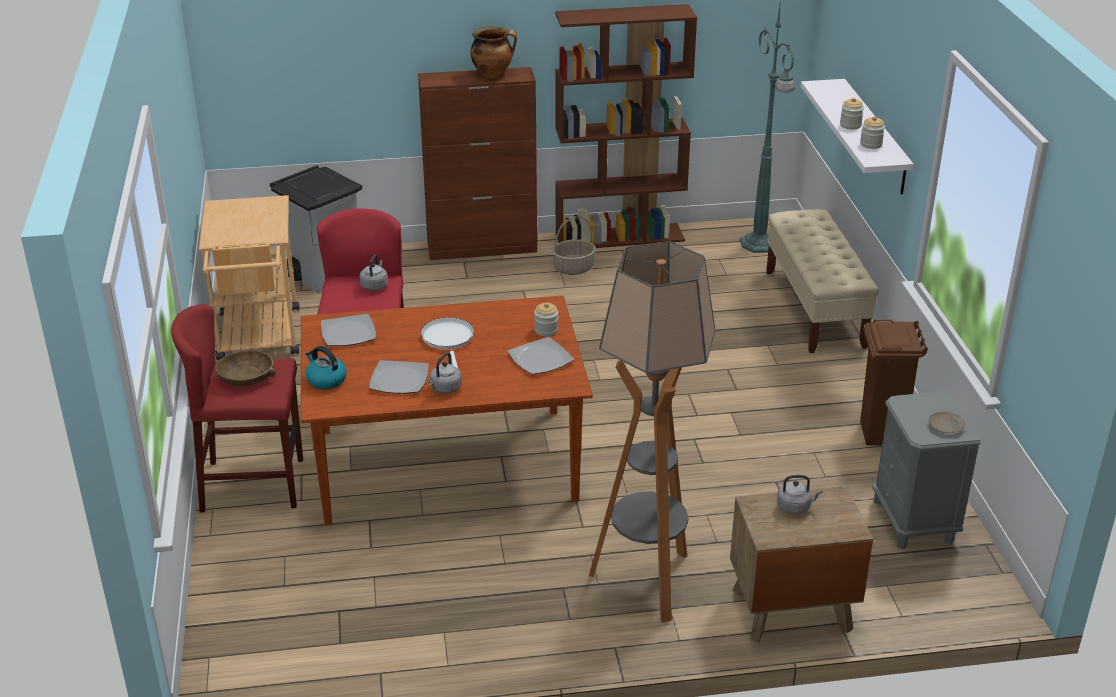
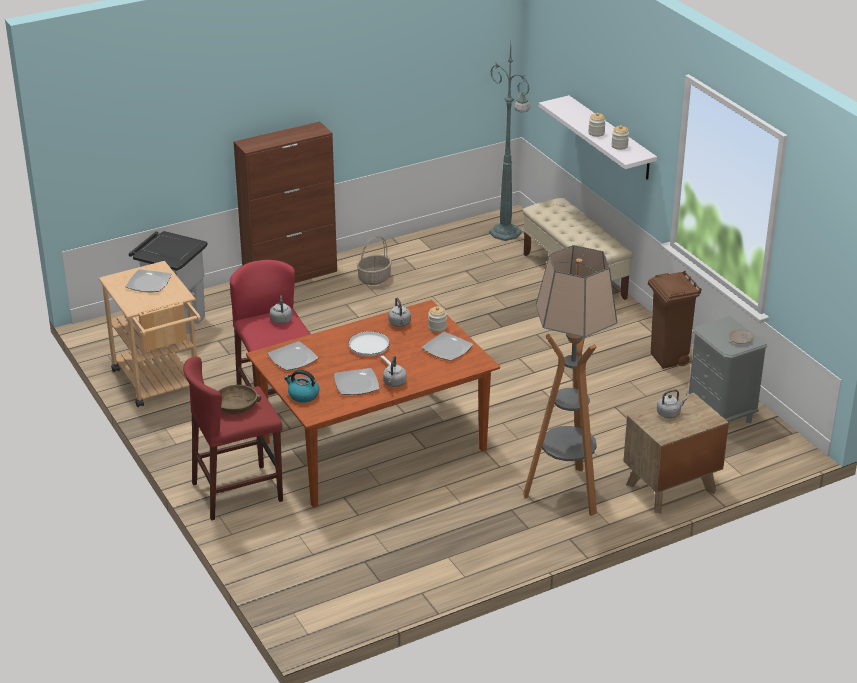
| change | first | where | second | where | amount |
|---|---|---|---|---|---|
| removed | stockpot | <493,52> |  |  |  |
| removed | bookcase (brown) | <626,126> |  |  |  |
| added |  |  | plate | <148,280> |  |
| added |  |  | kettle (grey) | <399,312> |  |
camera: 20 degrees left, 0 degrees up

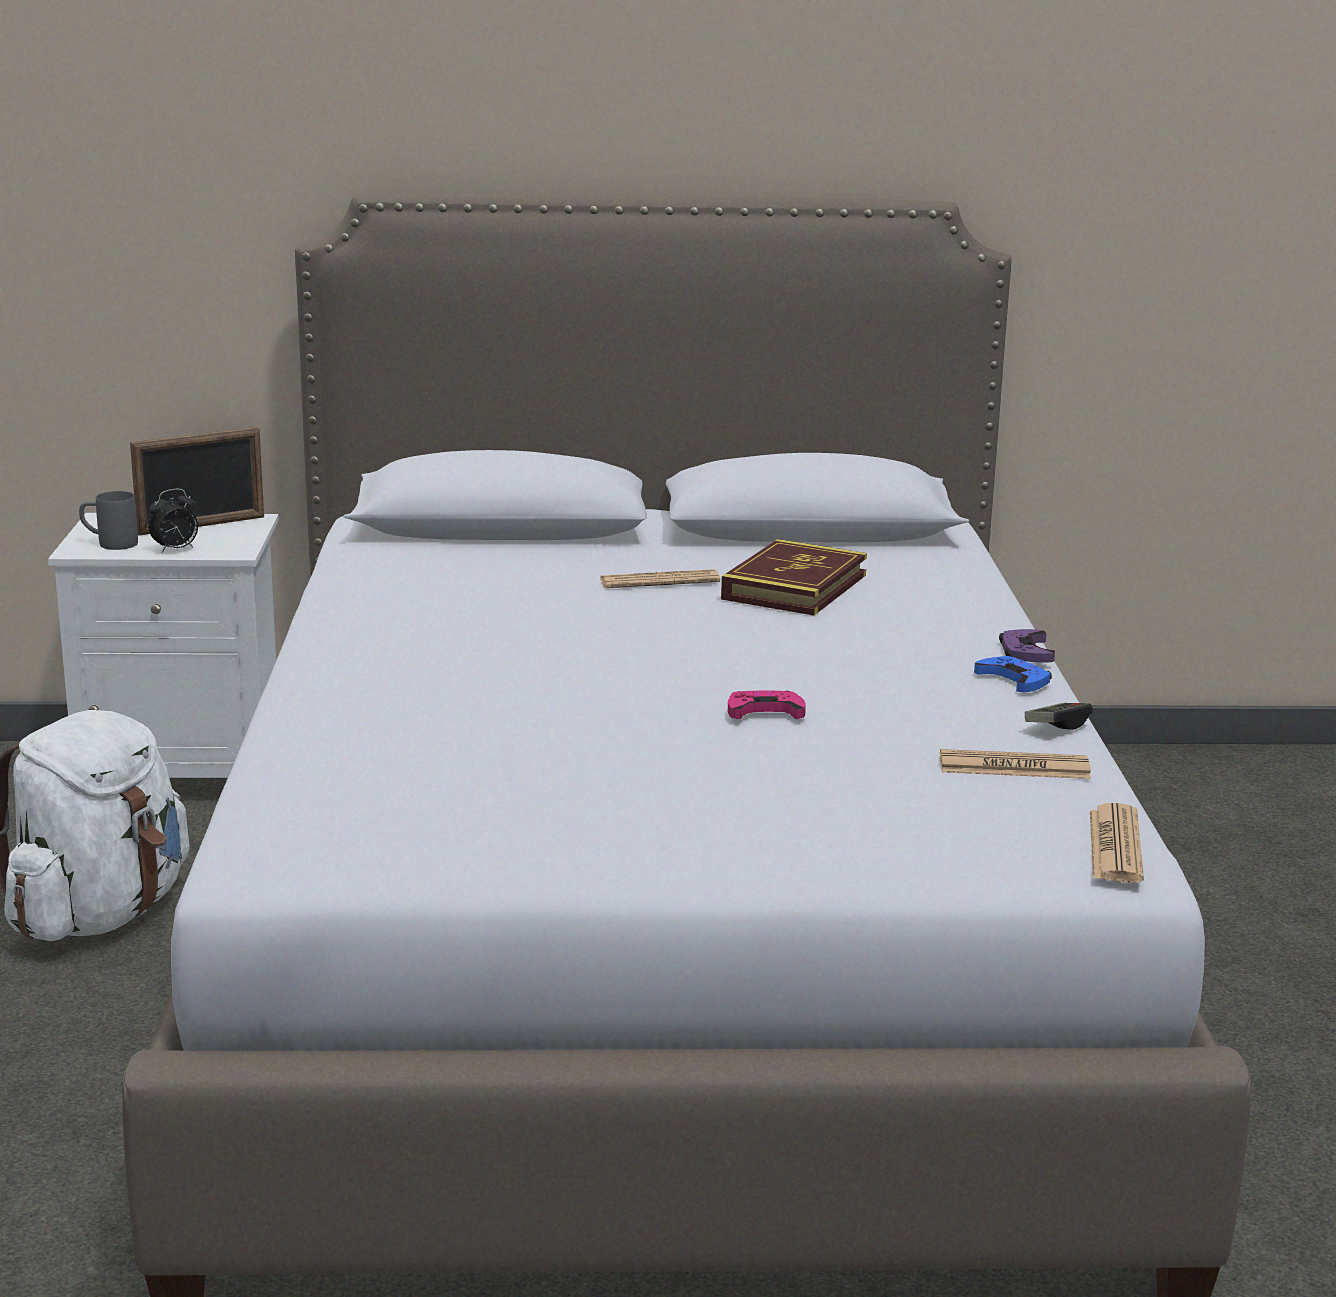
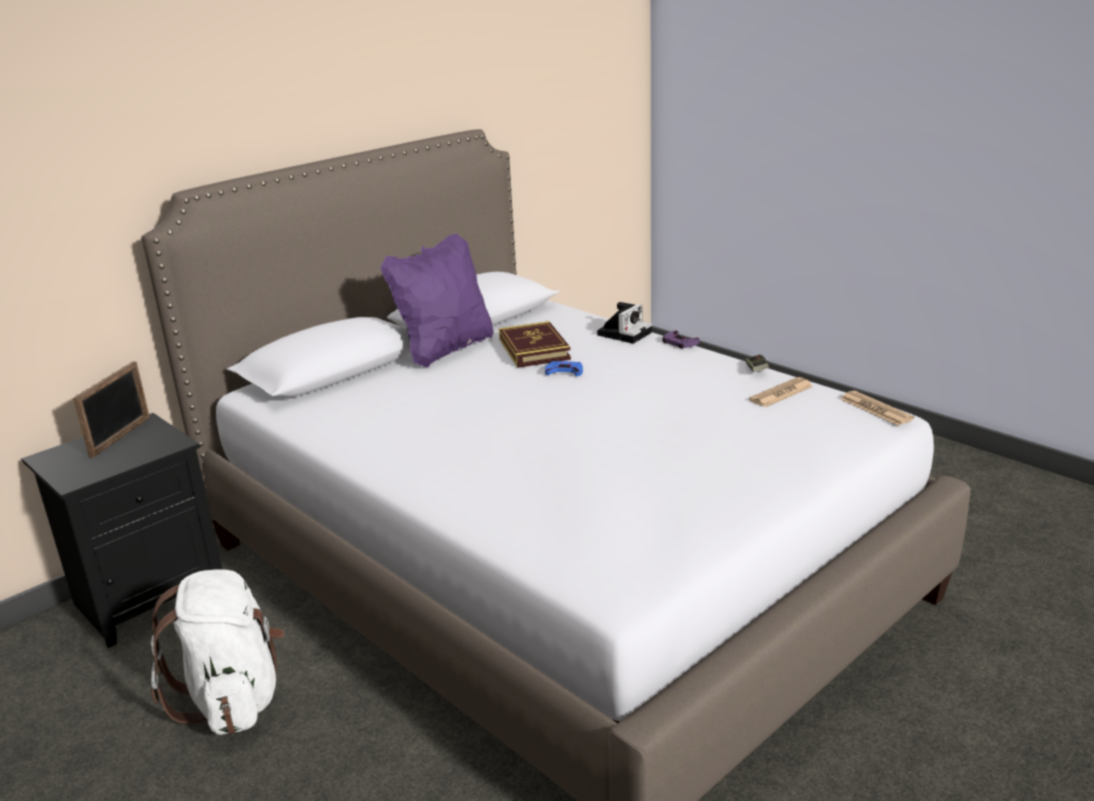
| change | first | where | second | where | amount |
|---|---|---|---|---|---|
| recoloured | bedside table (whitish) | <163,645> | bedside table (black) | <122,530> |  |
| removed | mug (grey) | <108,520> |  |  |  |
| removed | bedside clock | <173,521> |  |  |  |
| removed | daily paper | <660,578> |  |  |  |
| removed | gamepad (pinkish) | <767,704> |  |  |  |
| moved | gamepad (blue) | <1013,674> |  | <564,369> |  |
| added |  |  | throw pillow (purple-coloured) | <436,301> |  |
| added |  |  | photo camera | <624,323> |  |
camera: 40 degrees left, 5 degrees up

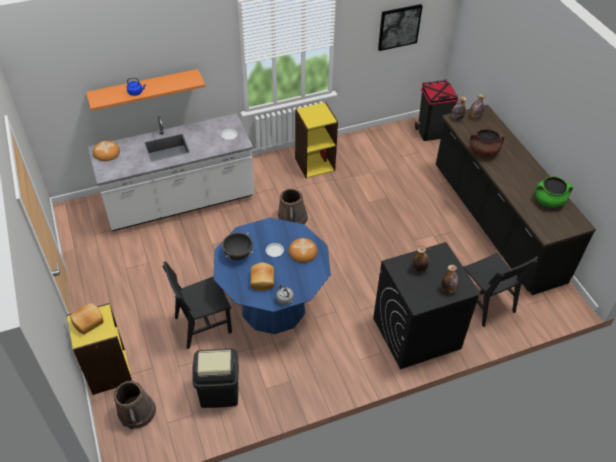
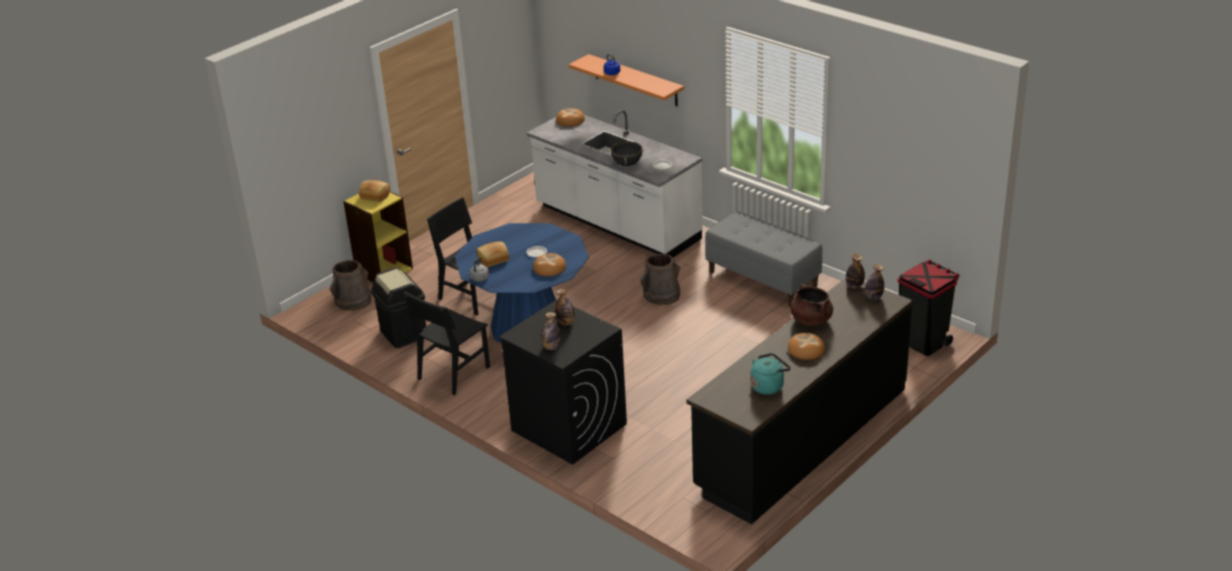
| change | first | where | second | where | amount |
|---|---|---|---|---|---|
| moved | stockpot (black) | <237,246> |  | <626,153> |  |
| replaced | bookcase (yellow) | <316,140> | bench (grey) | <763,258> |  |
| removed | picture | <400,27> |  |  |  |
| moved | upright chair (black) | <500,290> |  | <447,343> |  |
| replaced | stockpot (green-coloured) | <554,192> | kettle (turquoise-coloured) | <770,374> |  |
| added |  |  | bakery bread | <806,346> |  |
camera: 65 degrees right, 15 degrees down

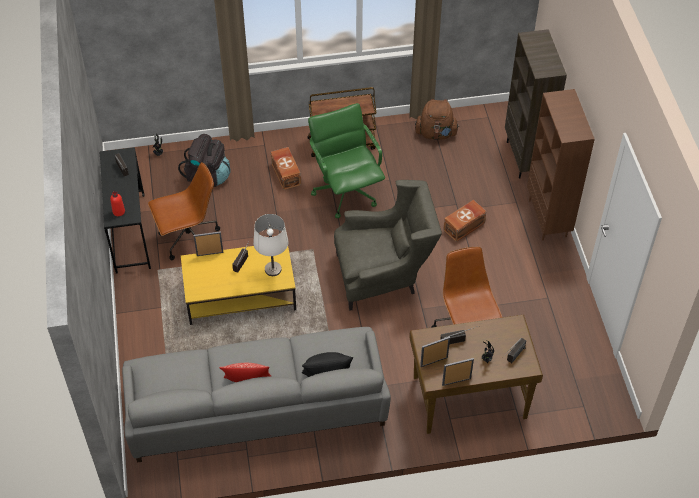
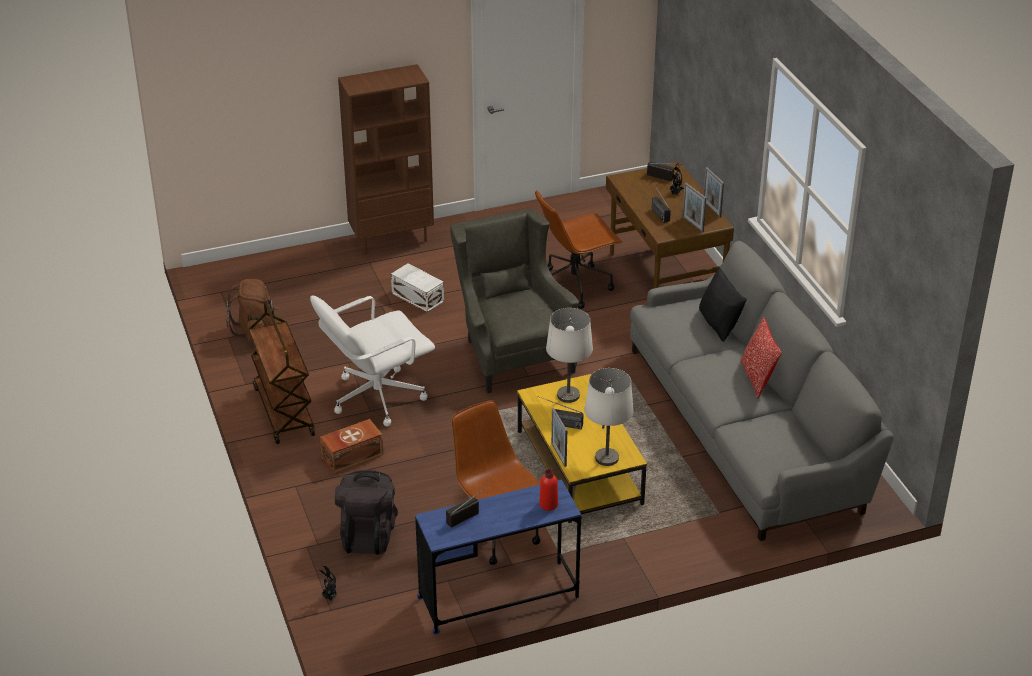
| change | first | where | second | where | amount |
|---|---|---|---|---|---|
| recoloured | desk (black) | <125,210> | desk (blue) | <498,557> |  |
| recoloured | computer chair (green-coloured) | <346,160> | computer chair (whitish) | <372,361> |  |
| recoloured | storage bin (brown) | <464,221> | storage bin (whitish) | <417,288> |  |
| removed | bookcase (brown) | <536,104> |  |  |  |
| added |  |  | lamp for a table (whitish) | <609,417> |  |
camera: 100 degrees left, 15 degrees down

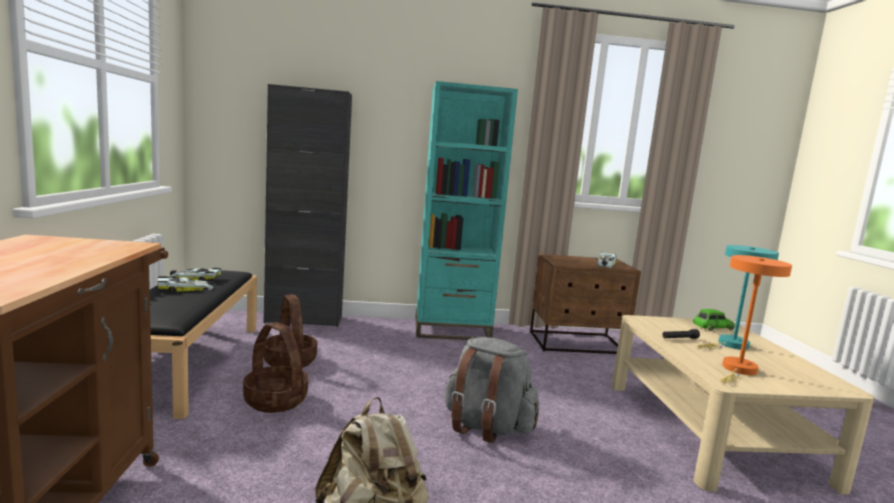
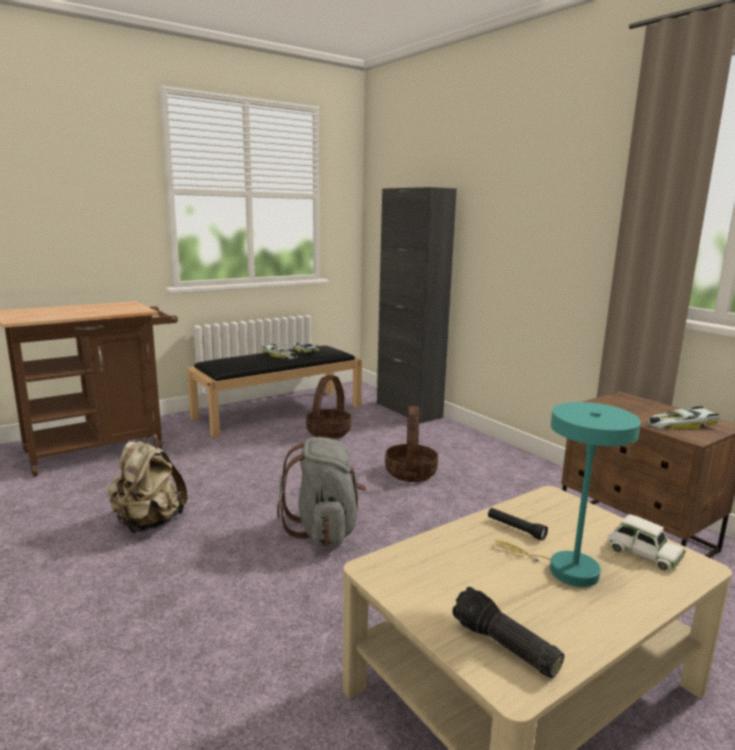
| change | first | where | second | where | amount |
|---|---|---|---|---|---|
| moved | basket | <275,367> |  | <411,444> |  |
| removed | bookcase (turquoise-coloured) | <466,210> |  |  |  |
| recoloured | model car (green-coloured) | <714,320> | model car (whitish) | <647,542> |  |
| removed | lamp for a table (orange-coloured) | <755,319> |  |  |  |
| added |  |  | hand torch | <508,632> |  |
camera: 60 degrees right, 5 degrees up

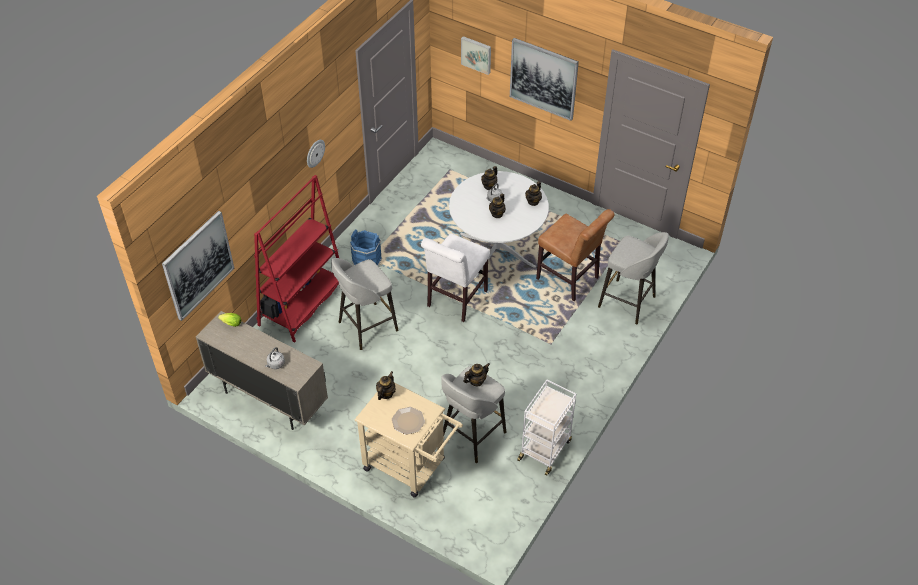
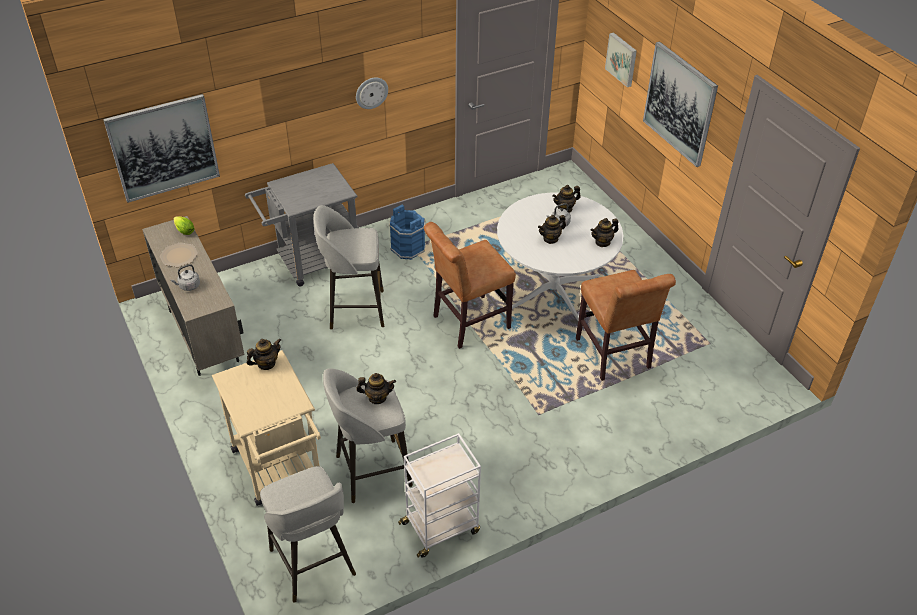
| change | first | where | second | where | amount |
|---|---|---|---|---|---|
| replaced | bookcase (red-coloured) | <296,258> | cart (grey) | <302,225> |  |
| moved | plate | <408,421> |  | <179,255> |  |
| recoloured | upright chair (whitish) | <455,277> | upright chair (brown) | <470,285> |  |
| moved | sitting stool (grey) | <633,278> |  | <308,534> |  |
camera: 30 degrees right, 5 degrees down

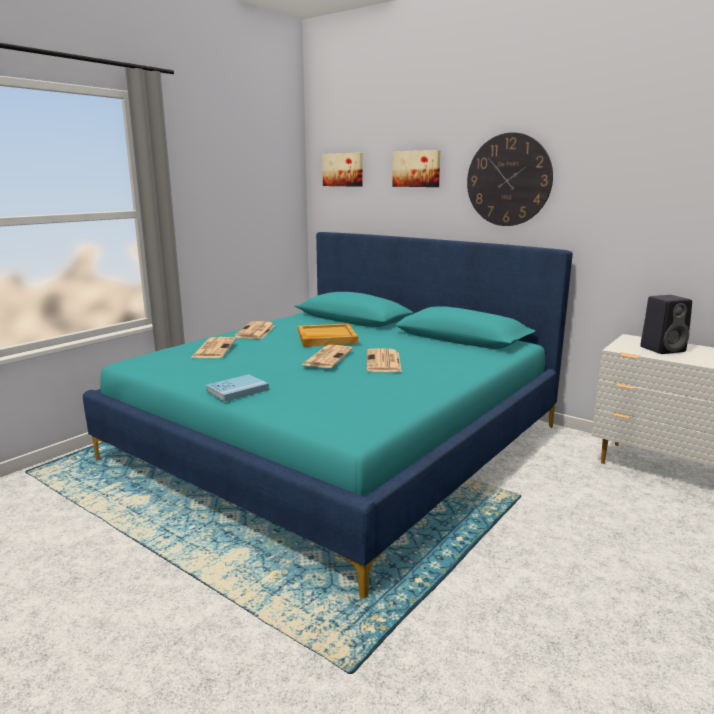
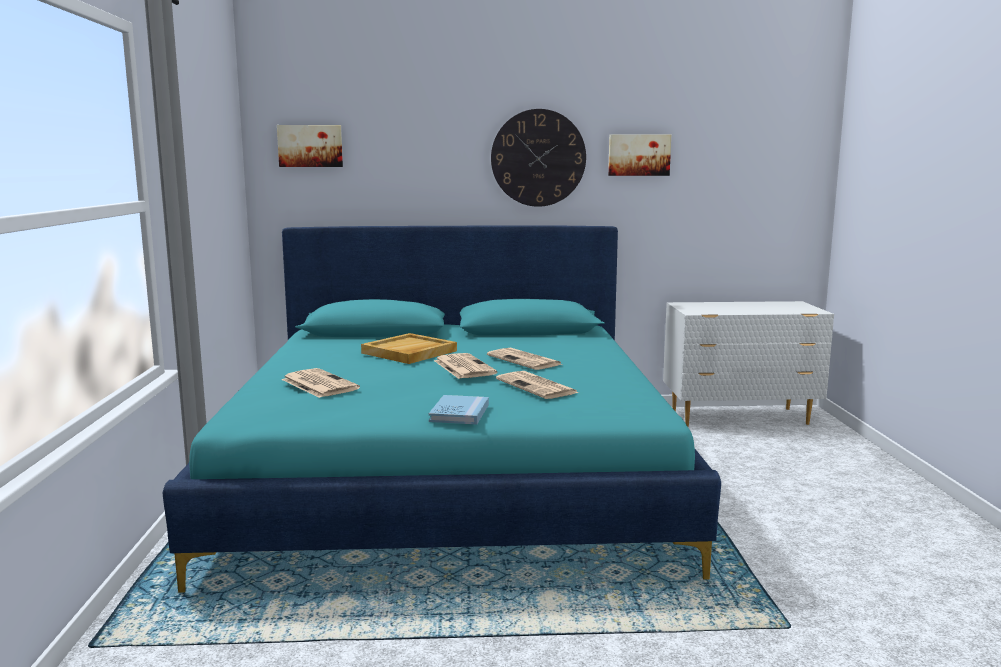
| change | first | where | second | where | amount |
|---|---|---|---|---|---|
| moved | daily paper | <255,330> |  | <537,385> |  |
| moved | picture | <416,168> |  | <639,155> |  |
| removed | audio speaker (black) | <666,324> |  |  |  |
camera: 40 degrees left, 5 degrees down

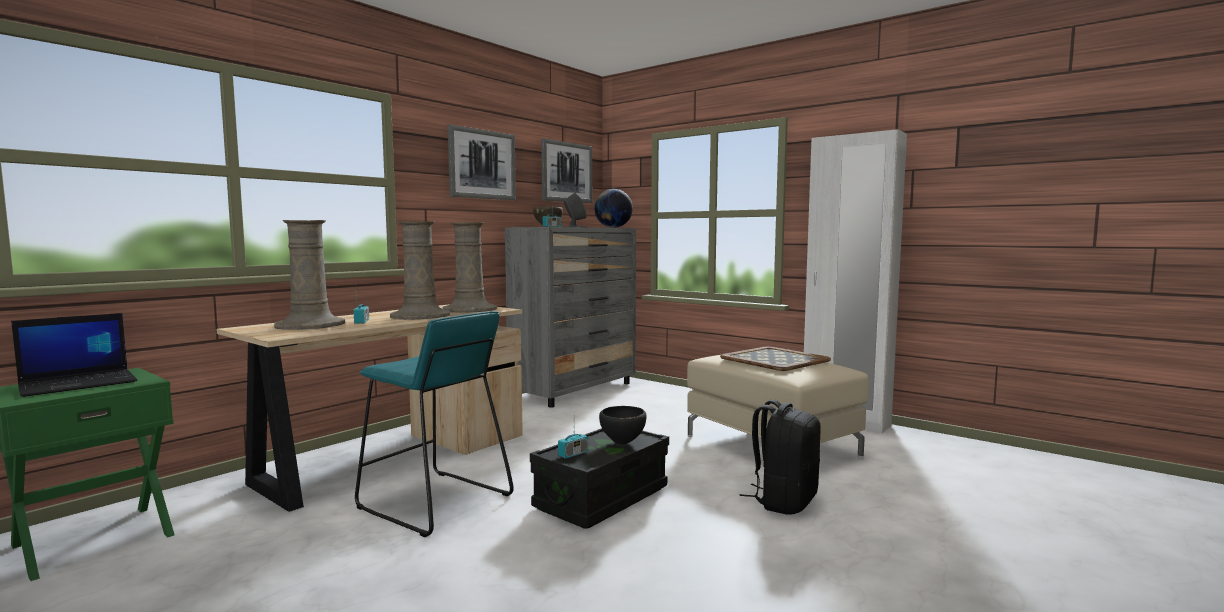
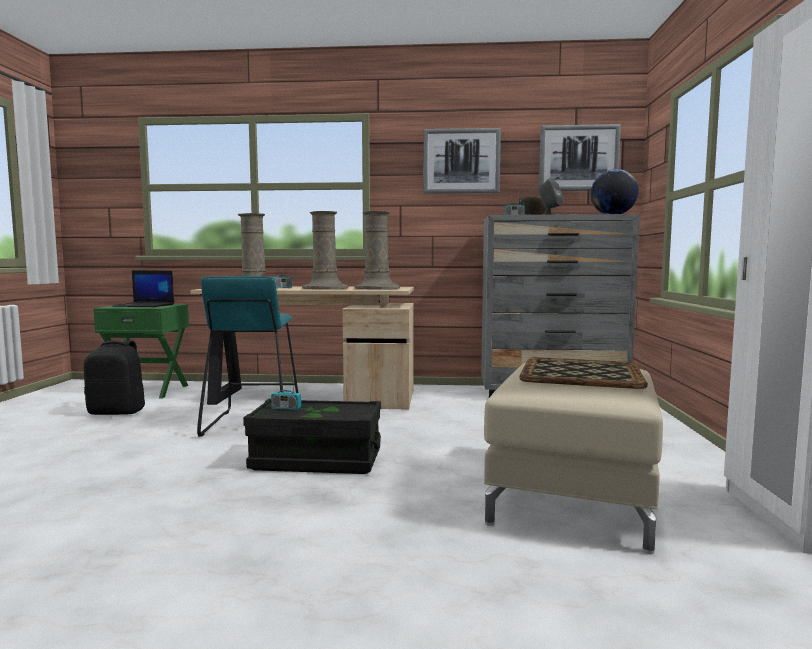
| change | first | where | second | where | amount |
|---|---|---|---|---|---|
| removed | serving bowl (black) | <623,425> |  |  |  |
| moved | knapsack (black) | <780,457> |  | <114,377> |  |
camera: 55 degrees right, 0 degrees up

